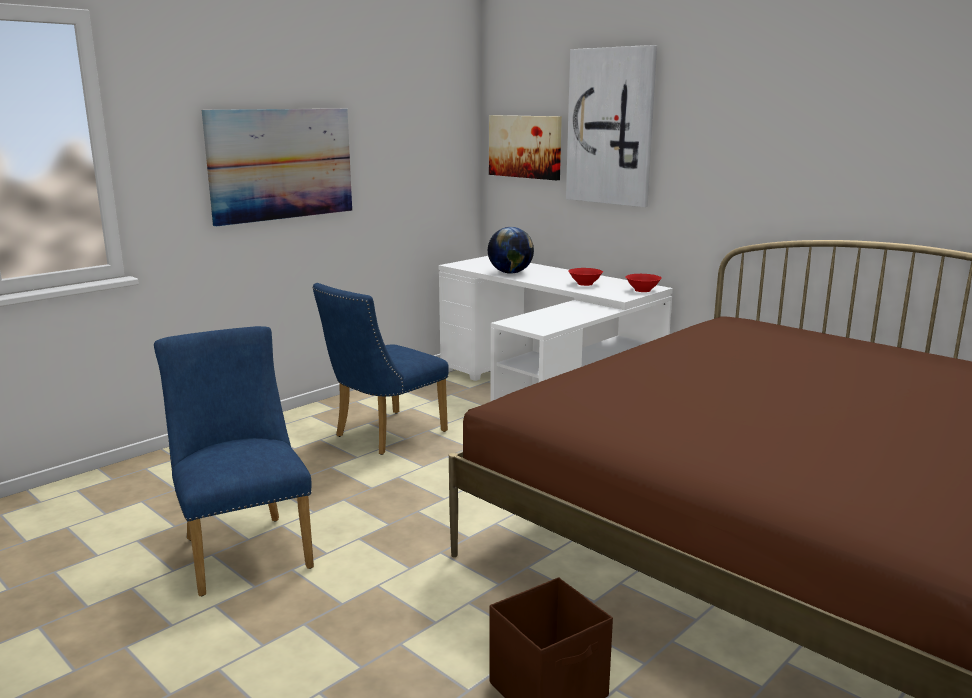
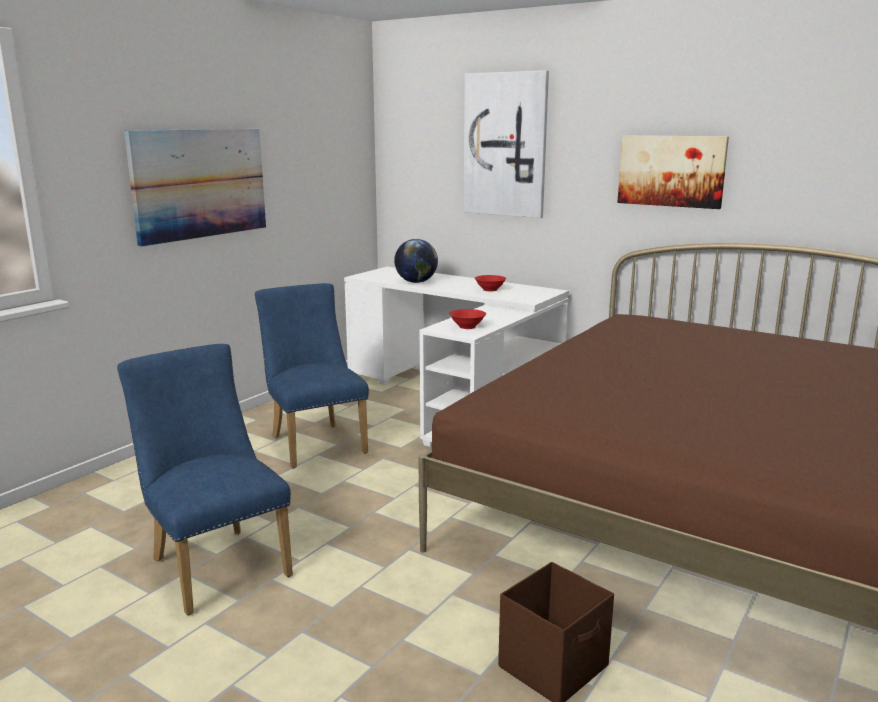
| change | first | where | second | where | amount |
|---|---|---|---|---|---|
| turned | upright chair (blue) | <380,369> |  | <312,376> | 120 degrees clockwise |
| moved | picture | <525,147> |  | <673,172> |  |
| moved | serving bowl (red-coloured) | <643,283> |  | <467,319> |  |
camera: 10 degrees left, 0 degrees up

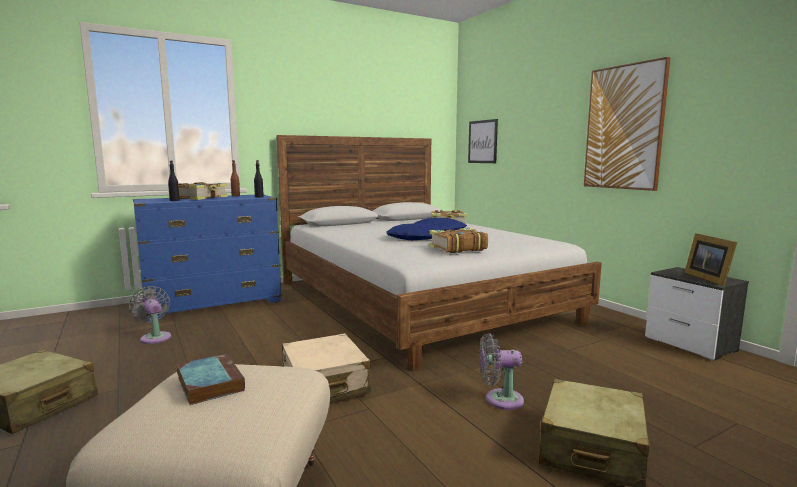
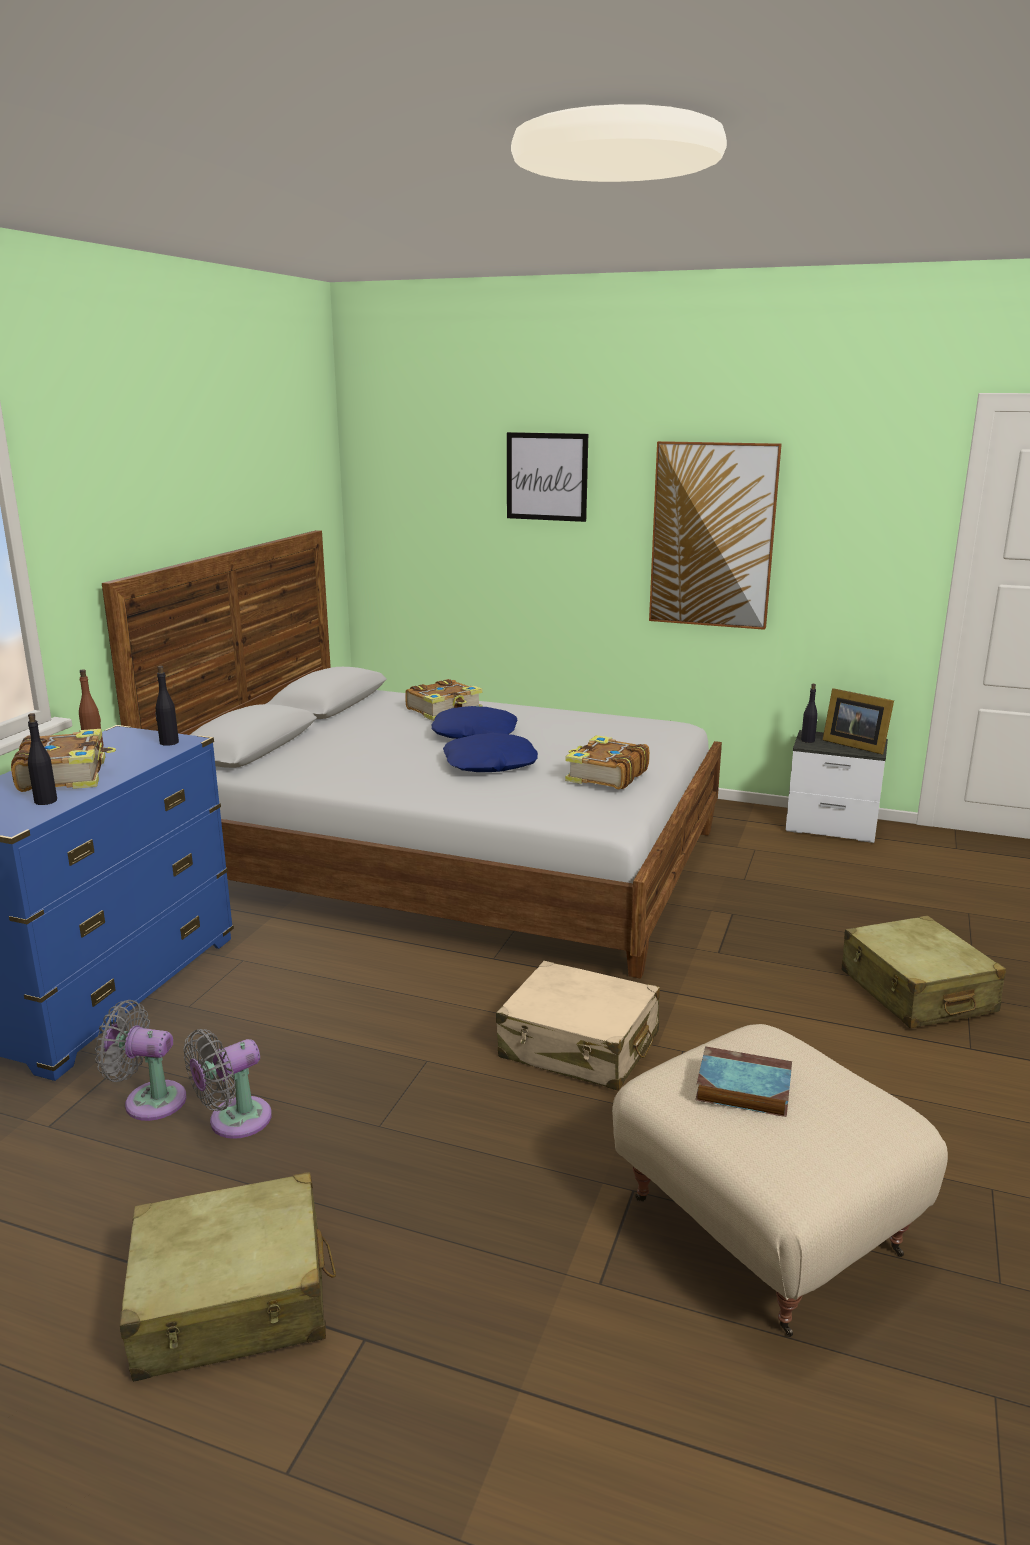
| change | first | where | second | where | amount |
|---|---|---|---|---|---|
| moved | picture | <483,141> |  | <547,477> |  |
| moved | cooling fan (grey) | <501,371> |  | <227,1084> |  |
| added |  |  | drink bottle (black) | <809,713> |  |
camera: 40 degrees left, 10 degrees up

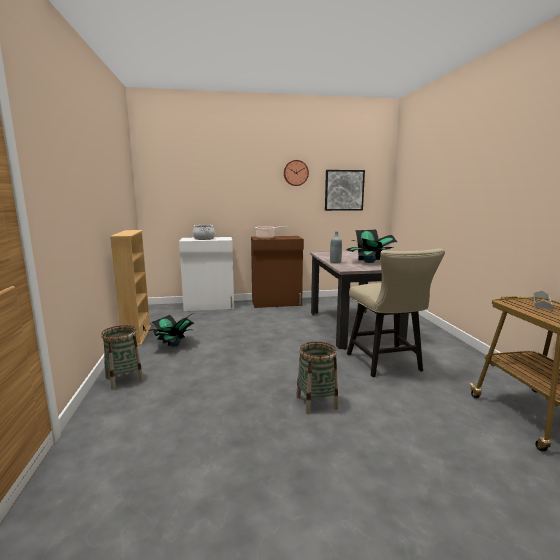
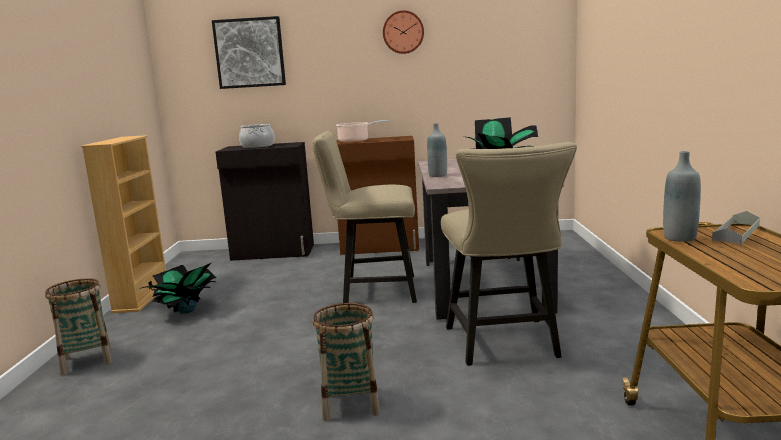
| change | first | where | second | where | amount |
|---|---|---|---|---|---|
| recoloured | cupboard (whitish) | <206,274> | cupboard (black) | <265,201> |  |
| moved | picture | <345,190> |  | <249,52> |  |
| added |  |  | upright chair (sand-coloured) | <364,217> |  |
| added |  |  | drink bottle (grey) | <682,196> |  |
camera: 10 degrees right, 0 degrees up

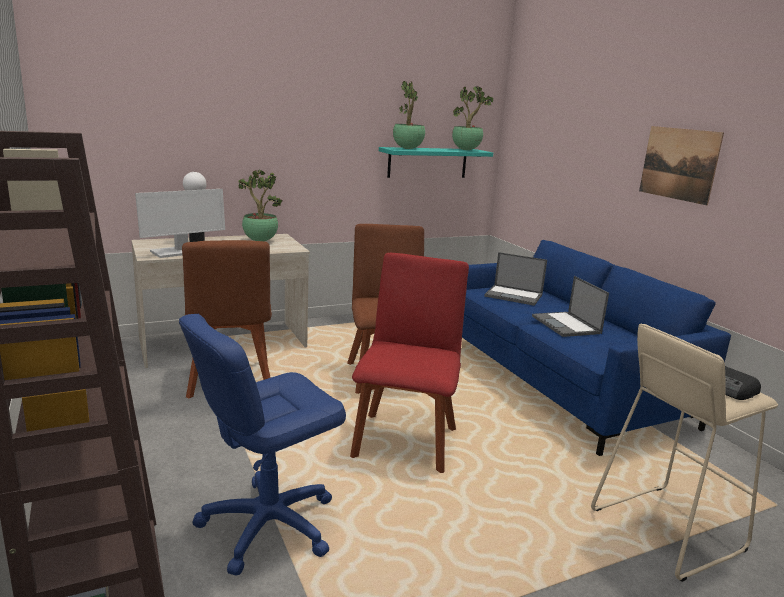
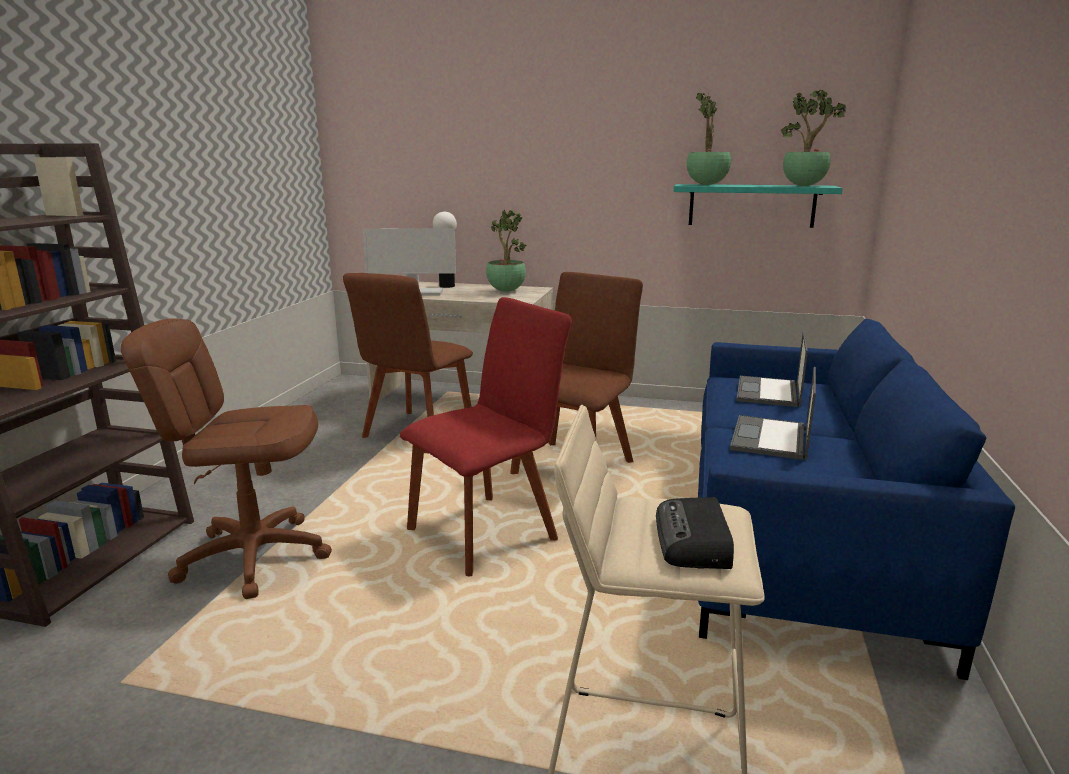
| change | first | where | second | where | amount |
|---|---|---|---|---|---|
| recoloured | computer chair (blue) | <262,445> | computer chair (brown) | <226,458> |  |
| turned | laptop | <515,279> |  | <772,369> | 45 degrees clockwise |
| removed | picture | <681,165> |  |  |  |
camera: 40 degrees right, 0 degrees up

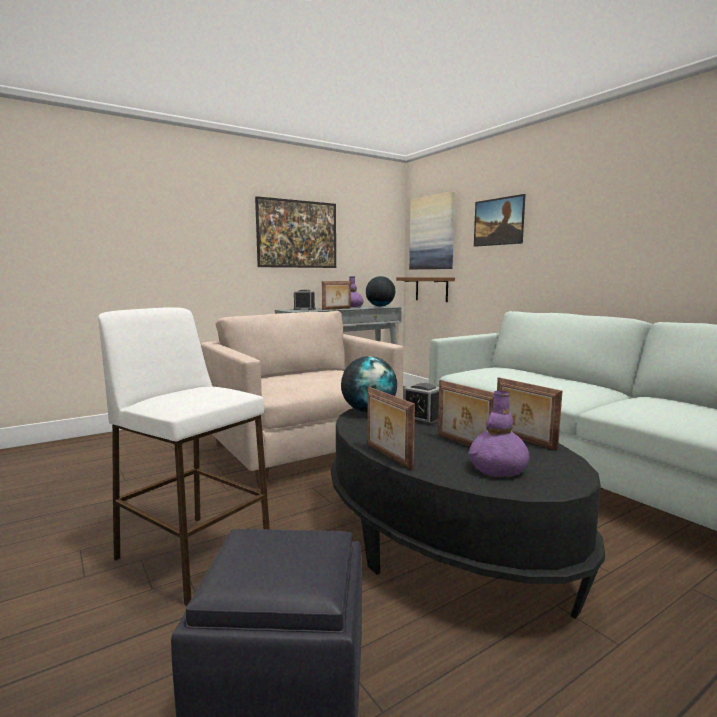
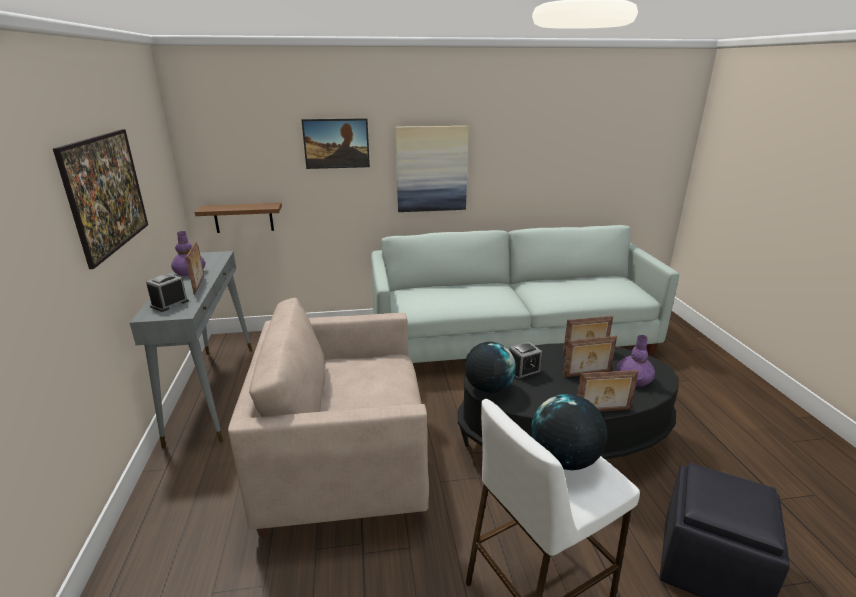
| change | first | where | second | where | amount |
|---|---|---|---|---|---|
| moved | globe | <380,291> |  | <569,432> |  |
| moved | picture | <432,230> |  | <432,169> |  |
camera: 65 degrees left, 15 degrees up

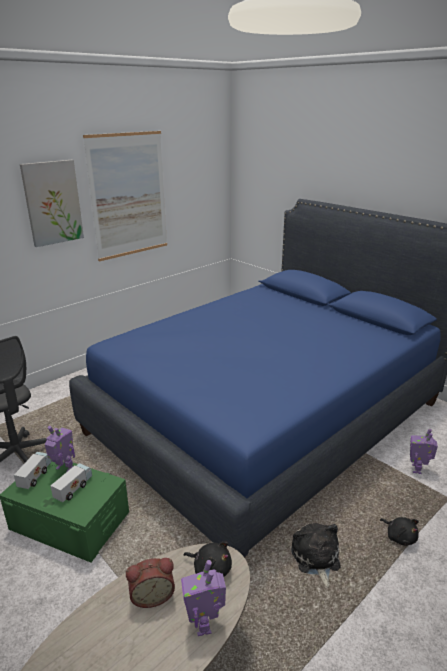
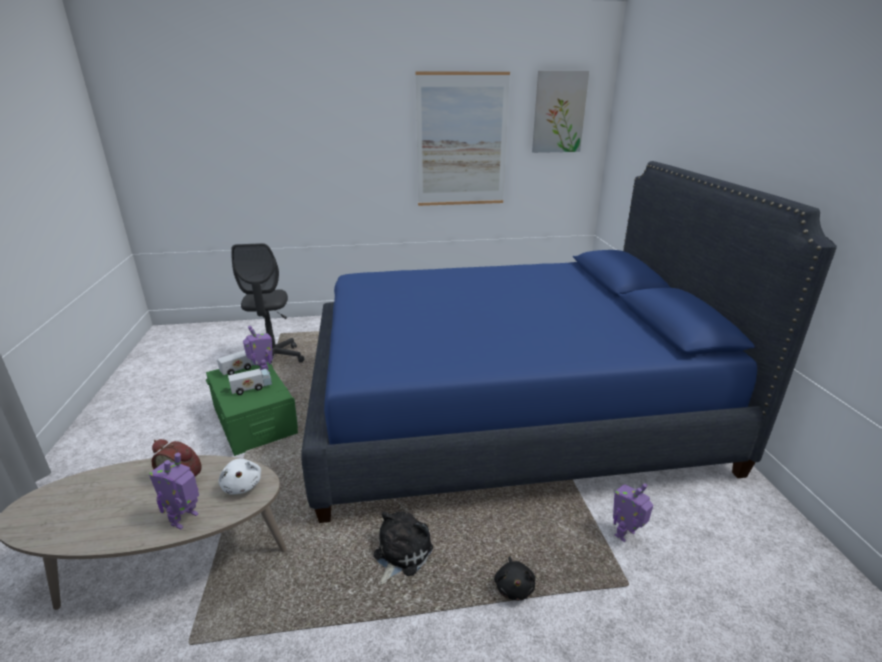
| change | first | where | second | where | amount |
|---|---|---|---|---|---|
| moved | picture | <52,203> |  | <560,112> |  |
| recoloured | cuddly toy (black) | <208,559> | cuddly toy (whitish) | <239,477> |  |
camera: 35 degrees right, 0 degrees up

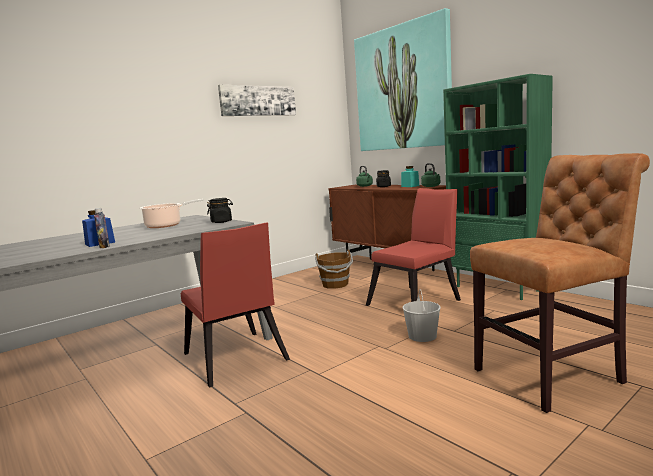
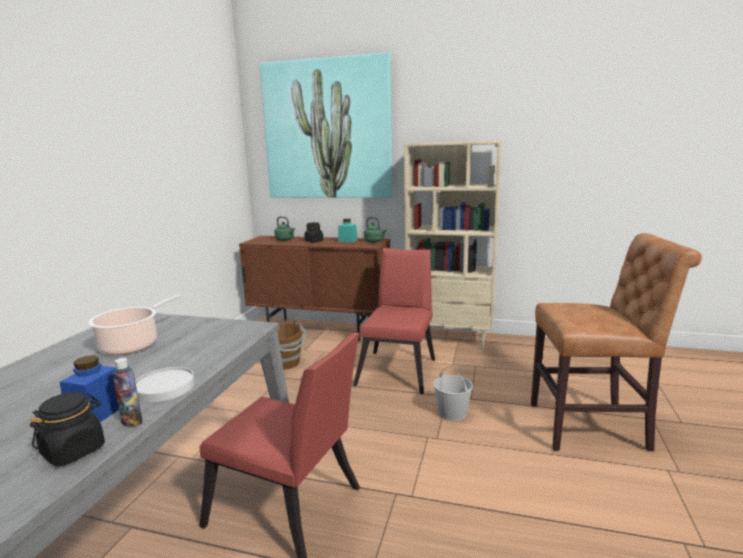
| change | first | where | second | where | amount |
|---|---|---|---|---|---|
| moved | preserve jar (black) | <220,210> |  | <67,429> |  |
| removed | picture | <257,100> |  |  |  |
| recoloured | bookcase (green-coloured) | <498,187> | bookcase (sand-coloured) | <453,245> |  |
| turned | upright chair (brown) | <560,283> |  | <616,342> | 60 degrees clockwise |
| added |  |  | plate (whitish) | <165,384> |  |
camera: 35 degrees left, 5 degrees up

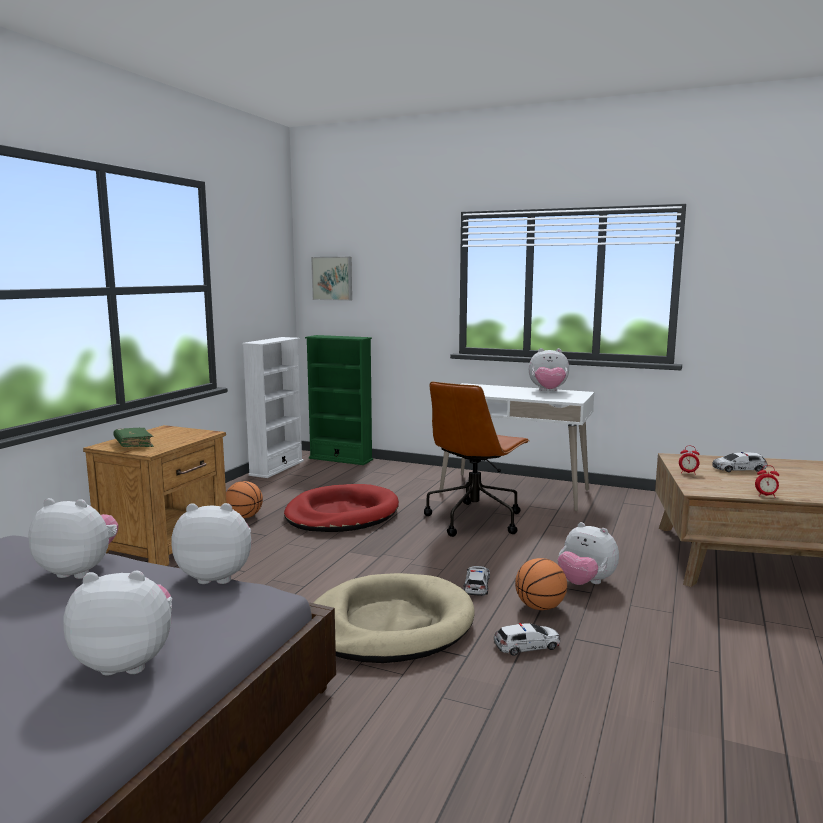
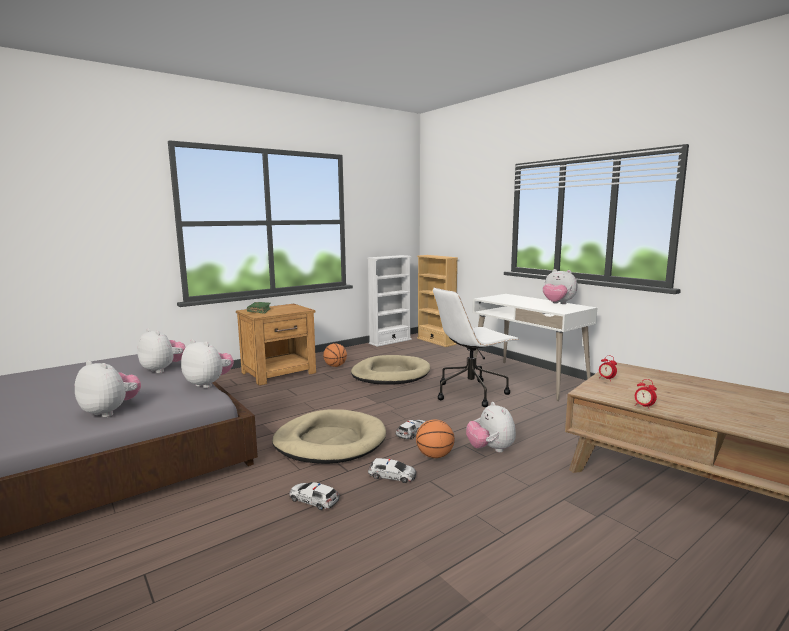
| change | first | where | second | where | amount |
|---|---|---|---|---|---|
| recoloured | dog cushion (red-coloured) | <341,508> | dog cushion (sand-coloured) | <390,370> |  |
| recoloured | bookcase (green-coloured) | <339,400> | bookcase (sand-coloured) | <437,301> |  |
| removed | picture | <331,279> |  |  |  |
| recoloured | computer chair (brown) | <476,459> | computer chair (whitish) | <476,347> |  |
| moved | model car | <740,462> |  | <314,496> |  |
camera: 30 degrees right, 0 degrees up

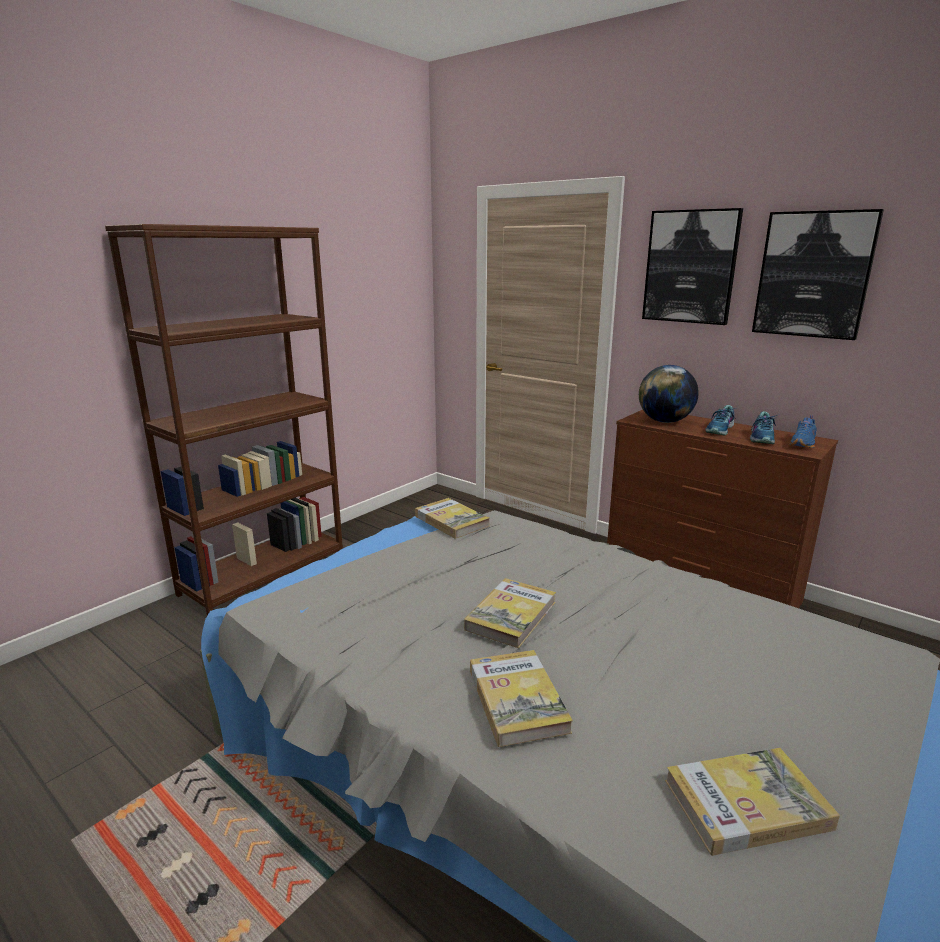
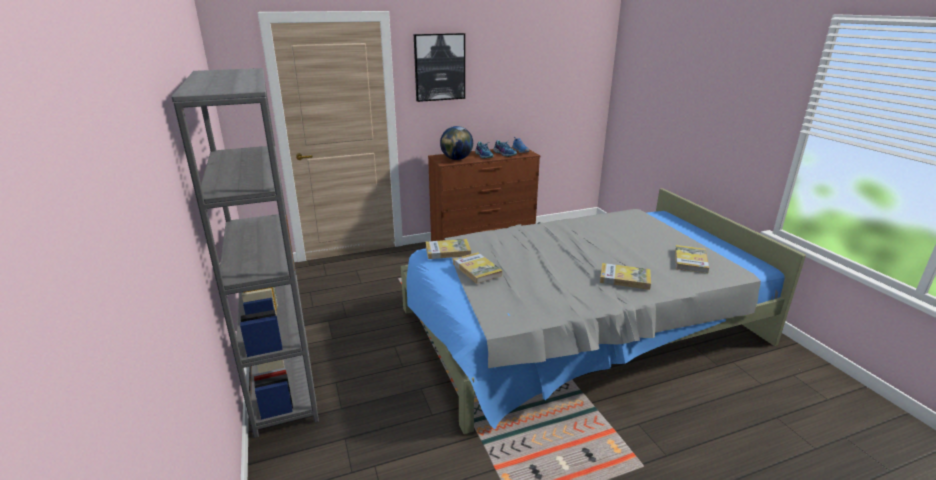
| change | first | where | second | where | amount |
|---|---|---|---|---|---|
| recoloured | bookcase (brown) | <224,419> | bookcase (grey) | <245,253> |  |
| moved | book | <510,613> |  | <478,268> |  |
| removed | picture | <818,274> |  |  |  |
camera: 60 degrees left, 5 degrees up

